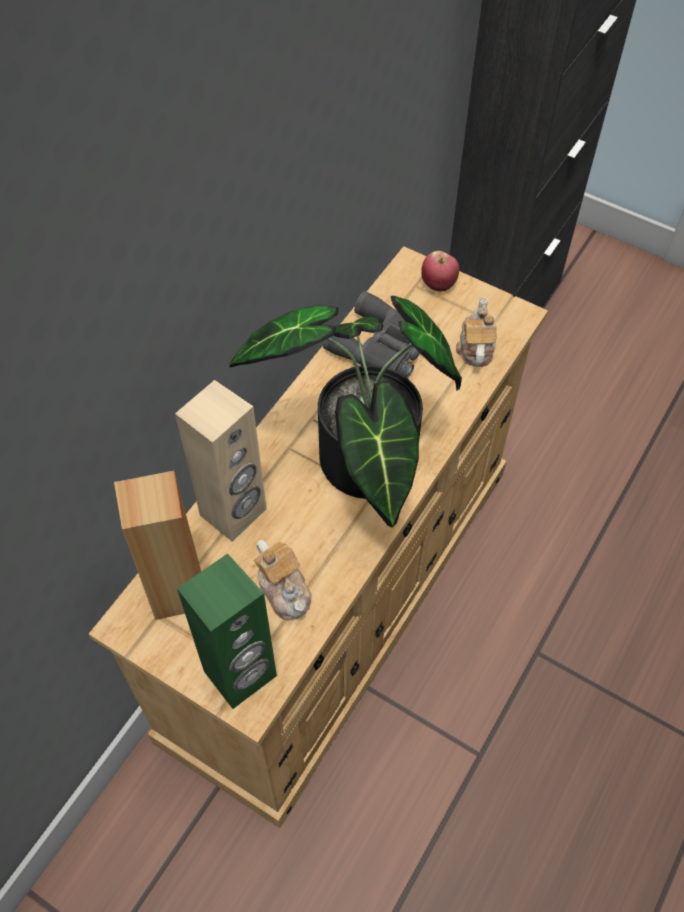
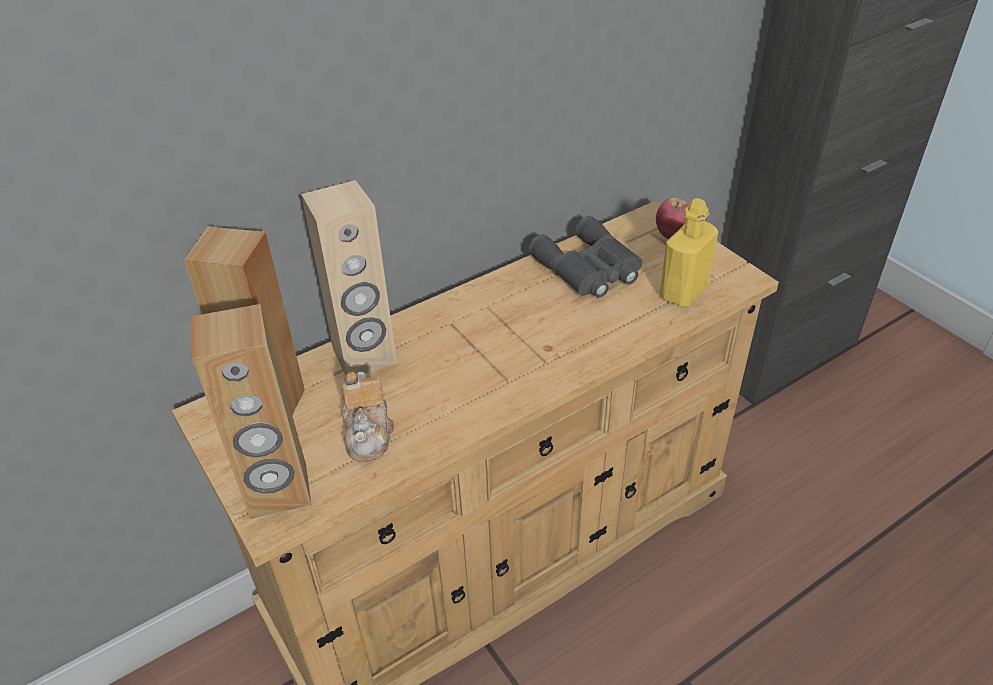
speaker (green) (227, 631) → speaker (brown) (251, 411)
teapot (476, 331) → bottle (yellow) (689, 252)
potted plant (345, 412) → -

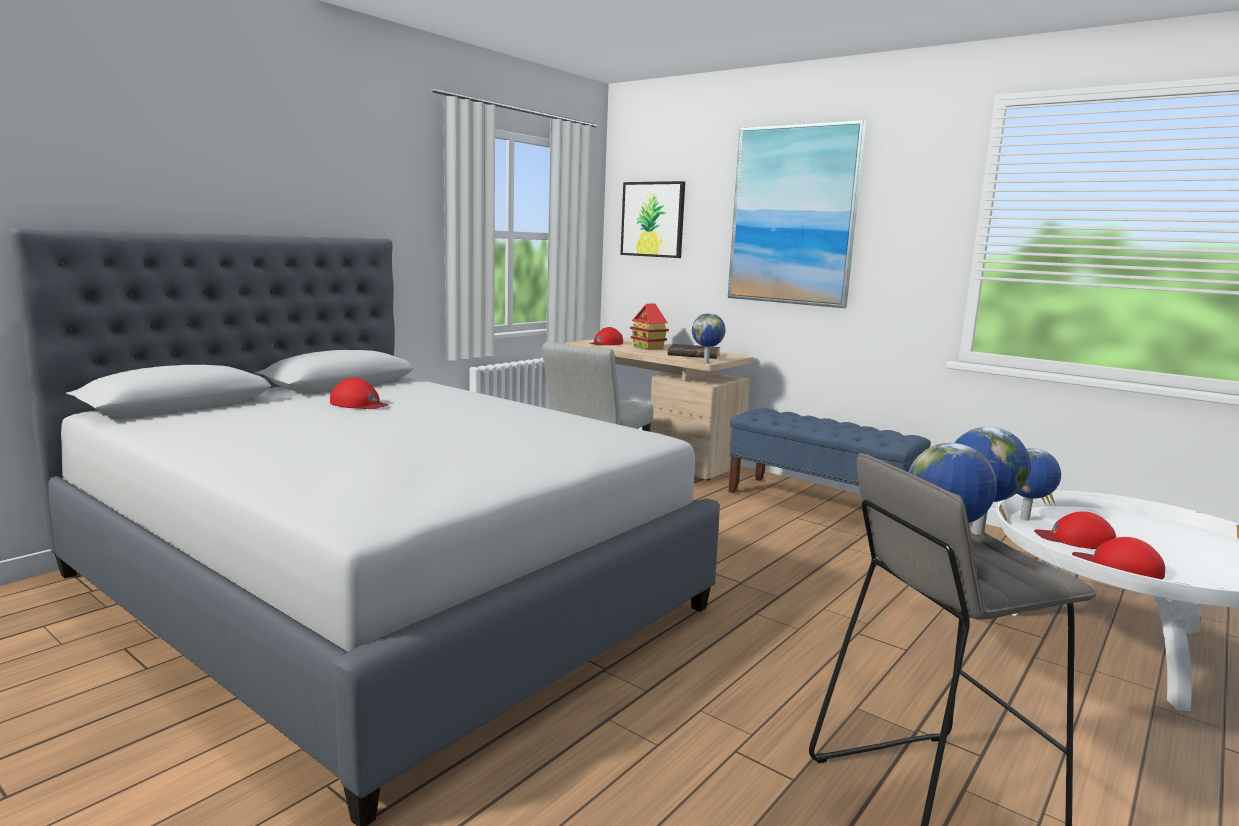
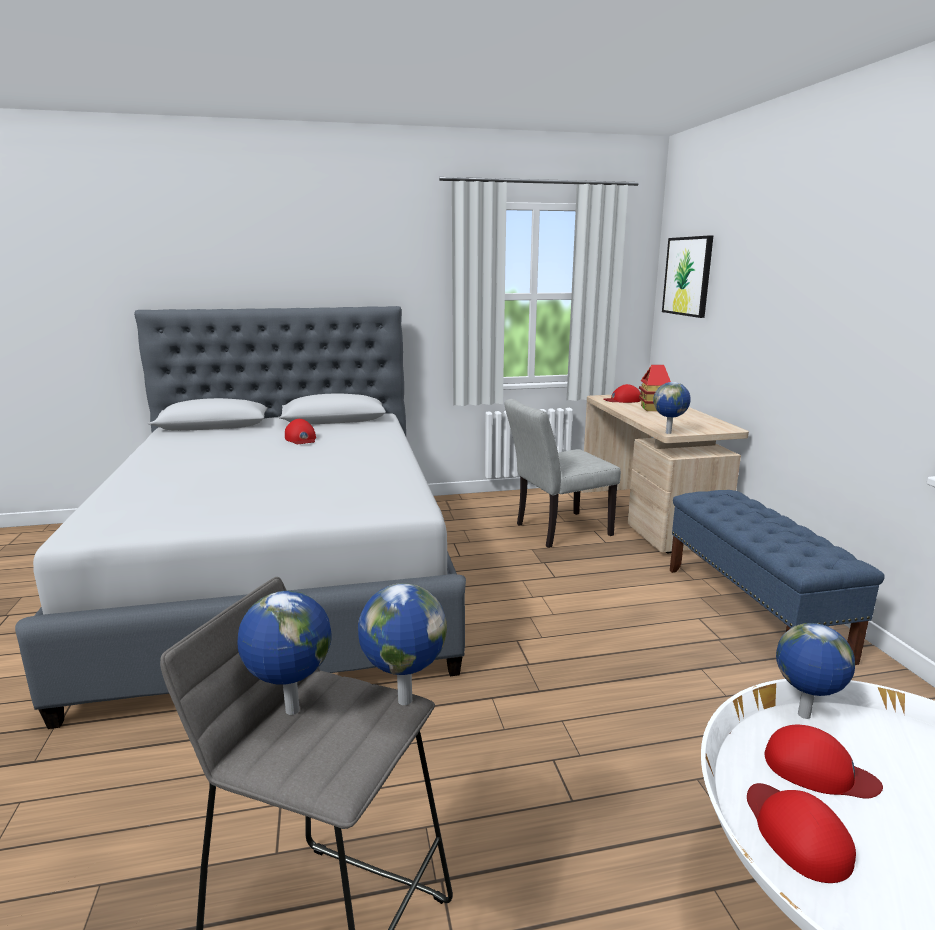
cap (red) (1075, 530) → cap (red) (824, 762), 150 degrees clockwise
book (brown) (694, 351) → -
picture (797, 214) → -

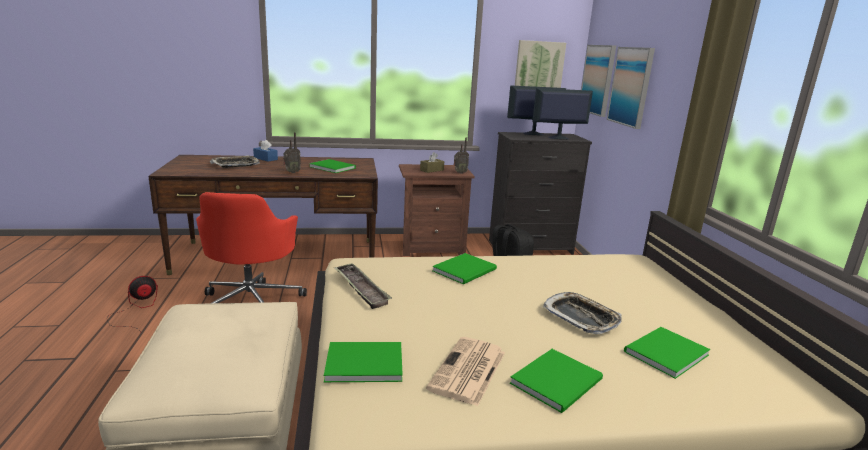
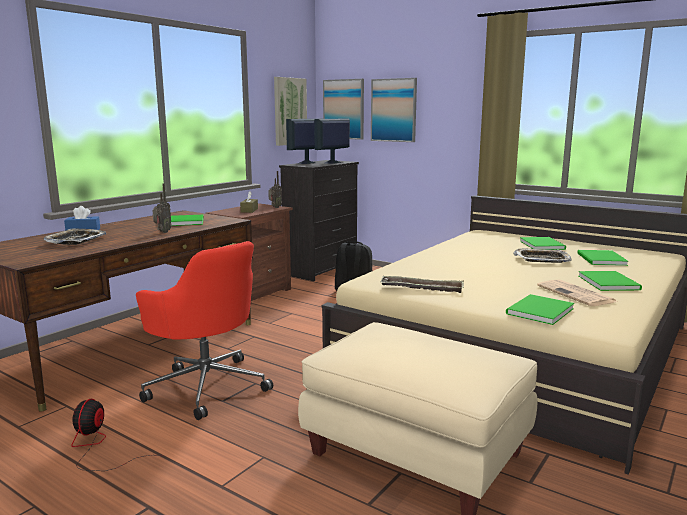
book (green) (464, 268) → book (green) (543, 243), move

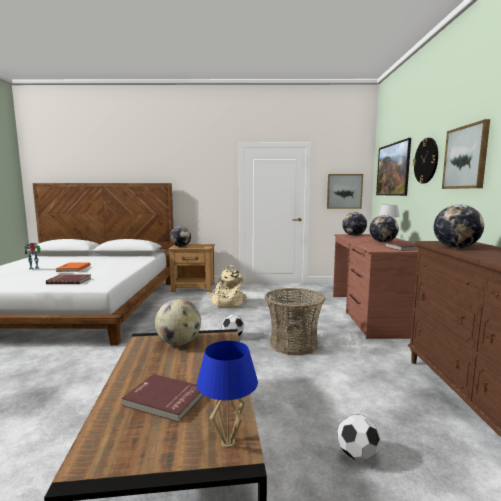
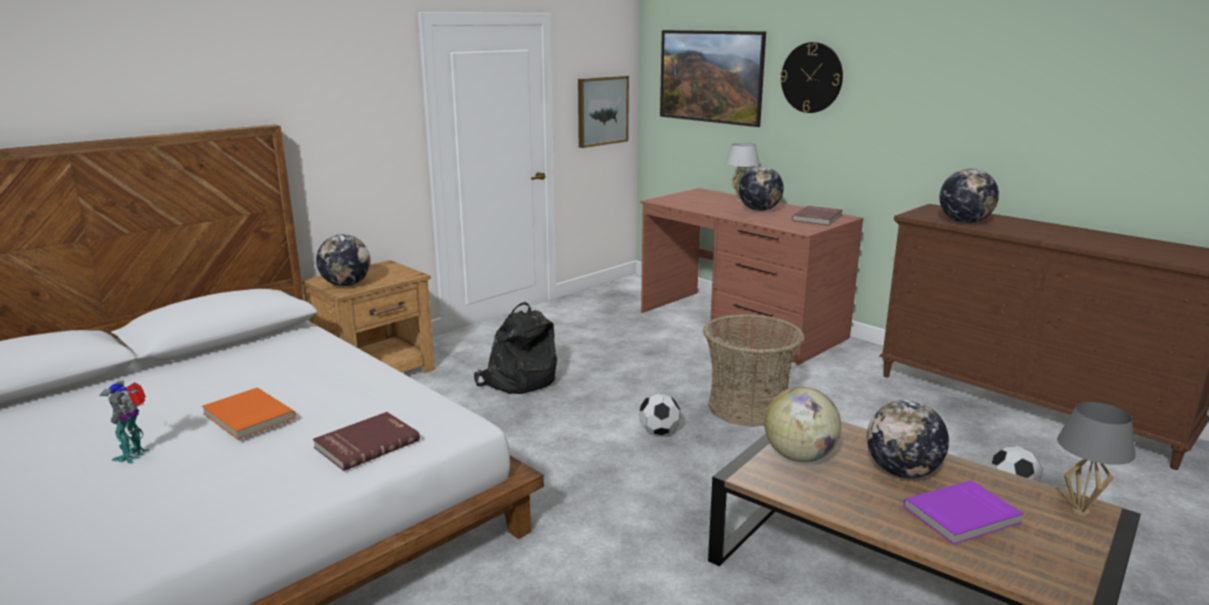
backpack (beige) (229, 286) → backpack (black) (515, 348)
globe (354, 224) → globe (908, 439), move
book (red) (162, 398) → book (purple) (963, 512)
table lamp (blue) (227, 394) → table lamp (grey) (1096, 459)
picture (466, 154) → -

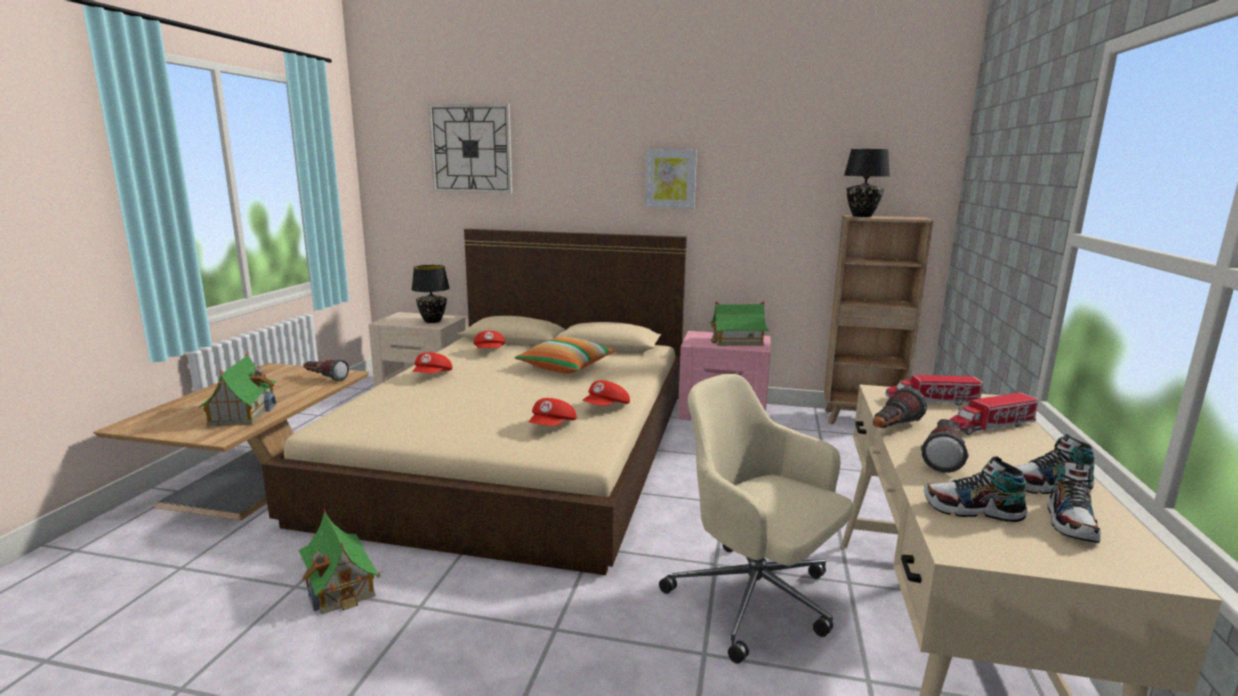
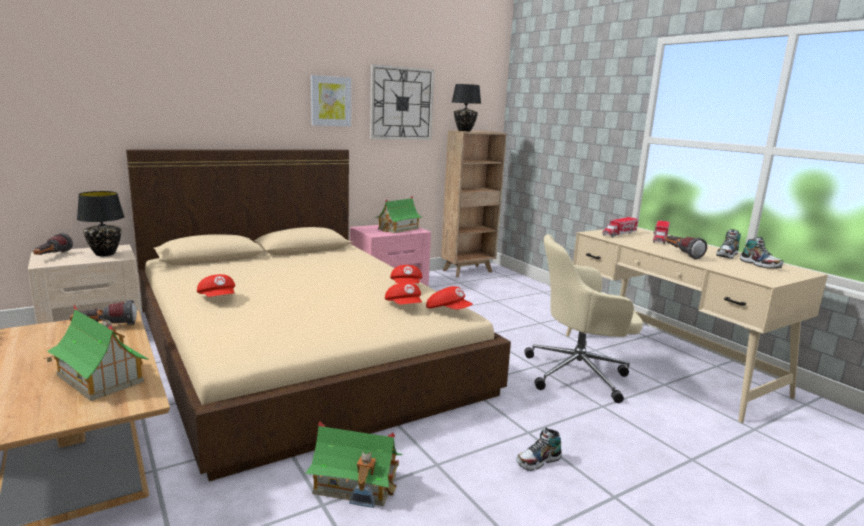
flashlight (900, 407) → flashlight (53, 244), move
wall clock (470, 149) → wall clock (402, 102), move
cap (red) (489, 339) → cap (red) (449, 298), move
shoe (975, 489) → shoe (539, 449), move
pillow (565, 355) → -

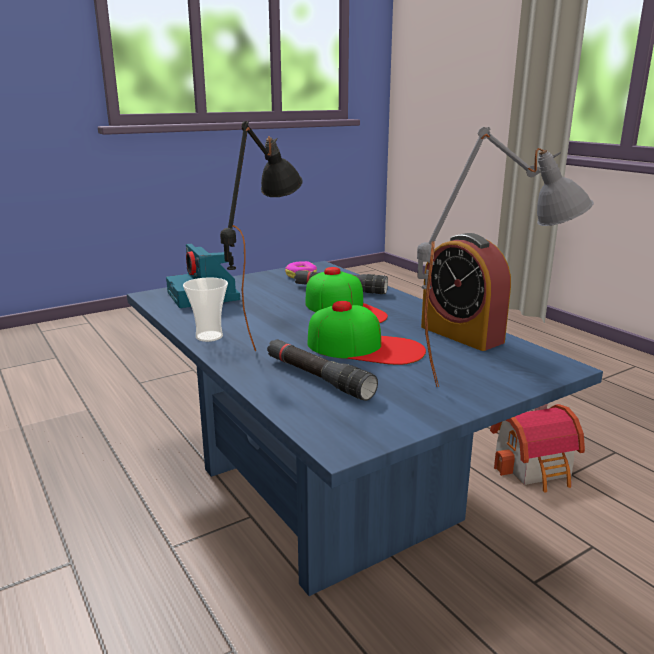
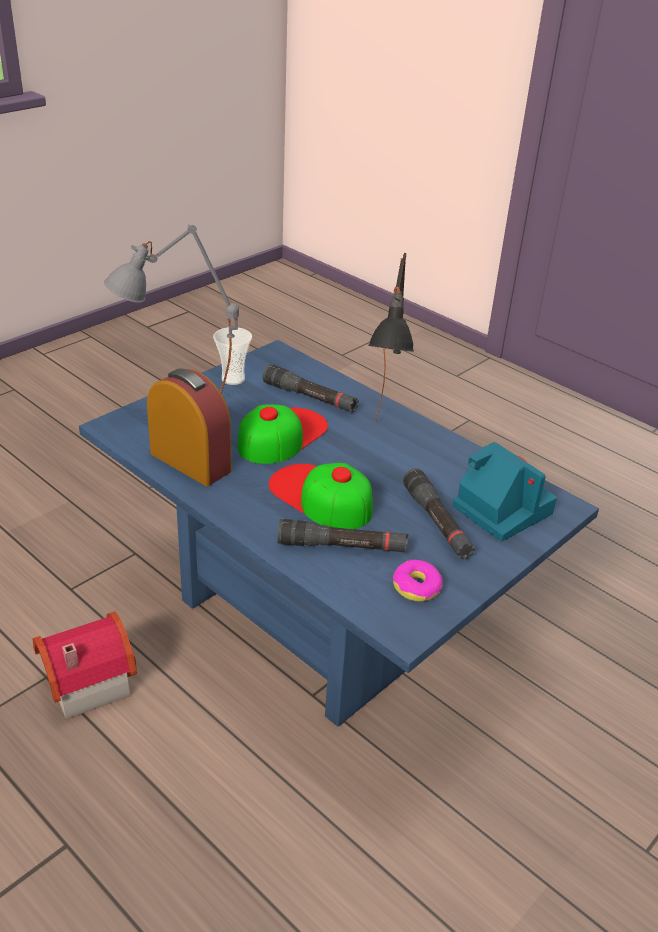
cup (205, 310) → cup (232, 356), move
cap (366, 333) → cap (283, 434), 120 degrees clockwise
- → flashlight (black) (439, 513)

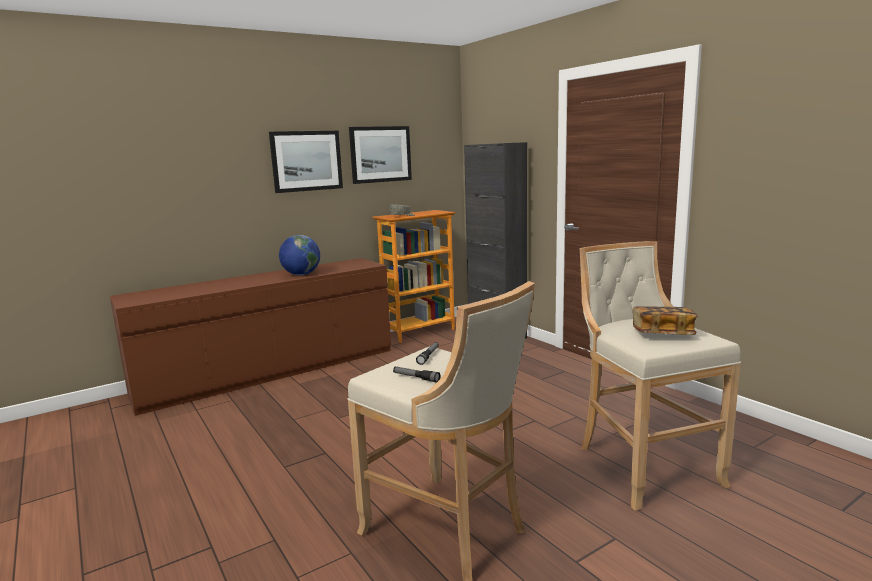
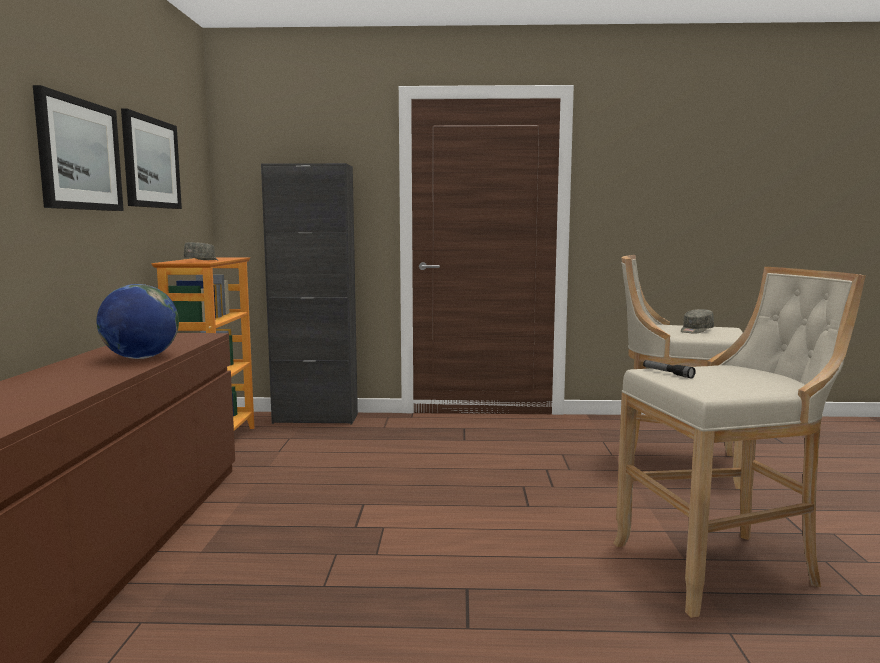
book (665, 320) → cap (grey) (697, 321)
flashlight (416, 375) → -

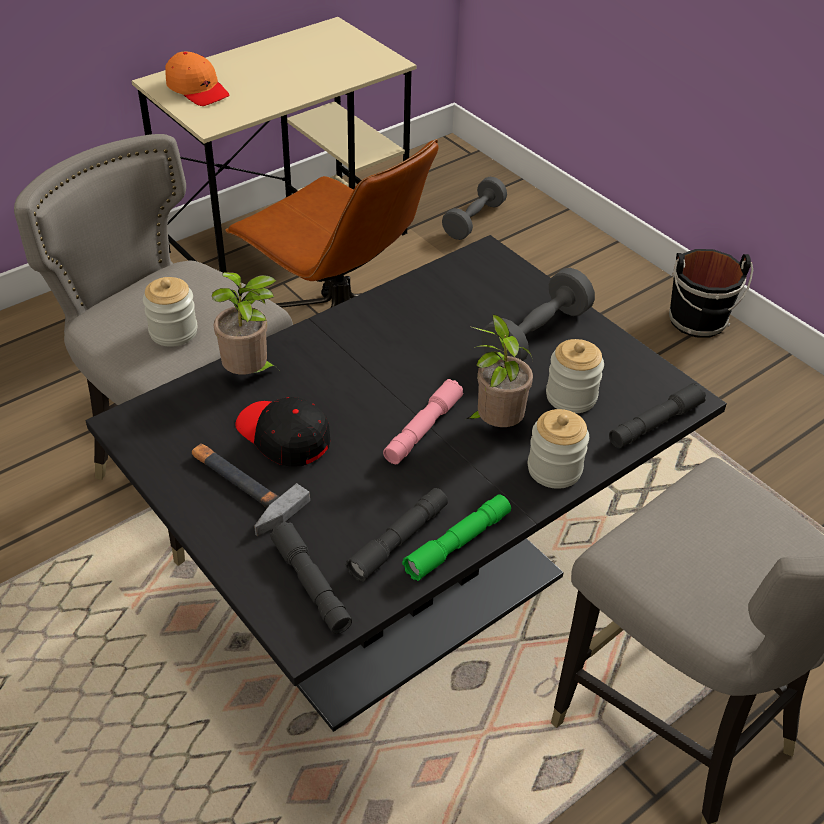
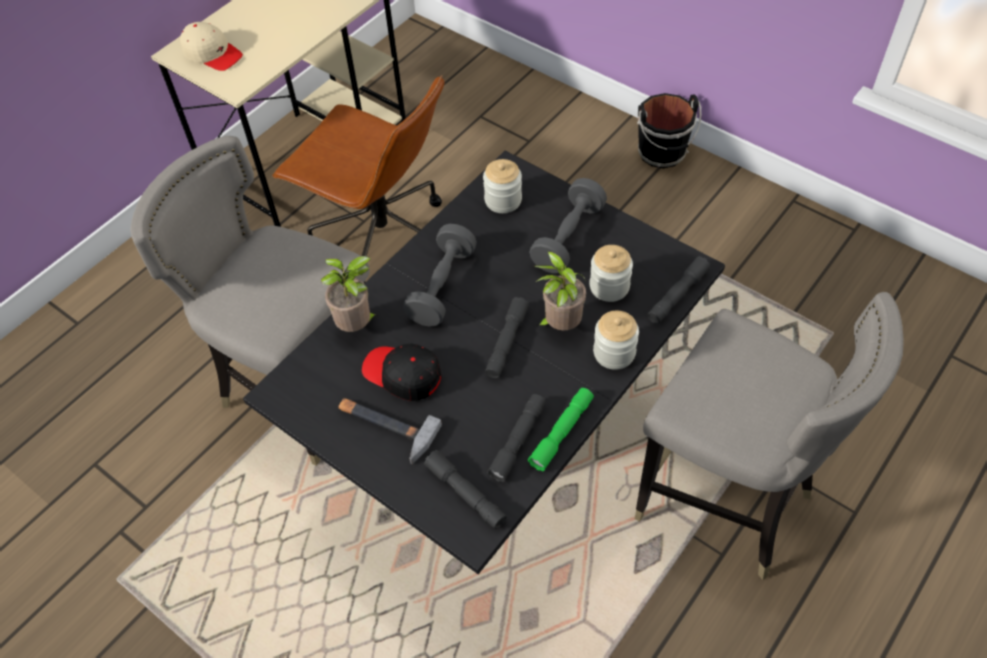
cap (orange) (197, 79) → cap (beige) (211, 46)
dumbbell (grey) (474, 208) → dumbbell (grey) (440, 275), move
jar (170, 312) → jar (502, 186), move
flashlight (pink) (423, 421) → flashlight (grey) (507, 338)

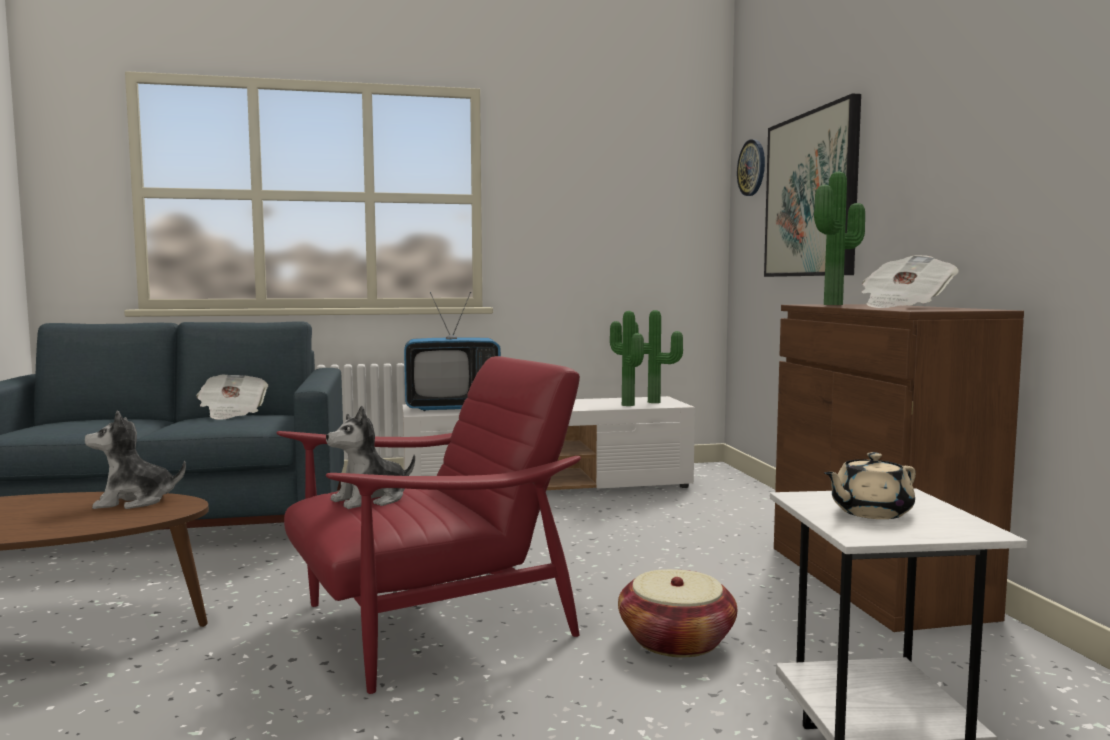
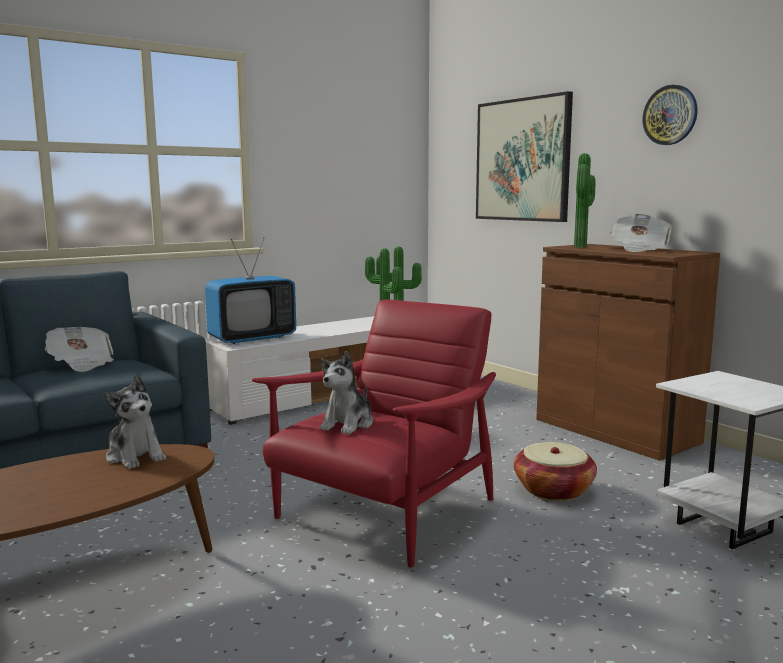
plush toy (135, 459) → plush toy (135, 422), 90 degrees counterclockwise
wall clock (751, 167) → wall clock (670, 115), move
teapot (beige) (870, 485) → -

